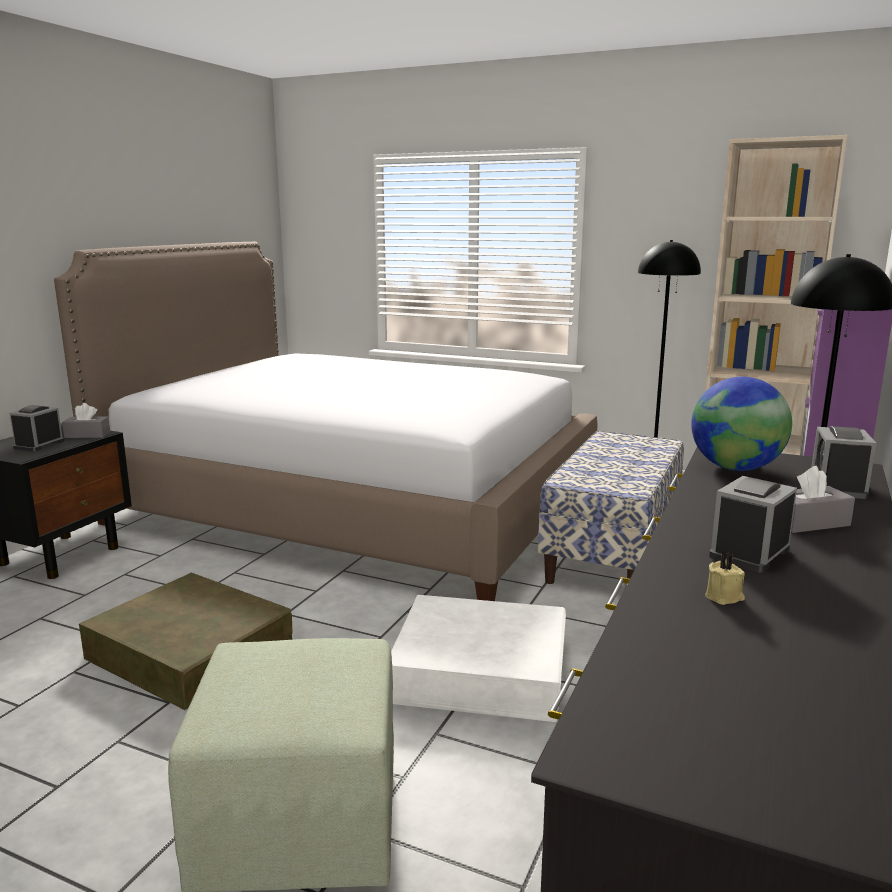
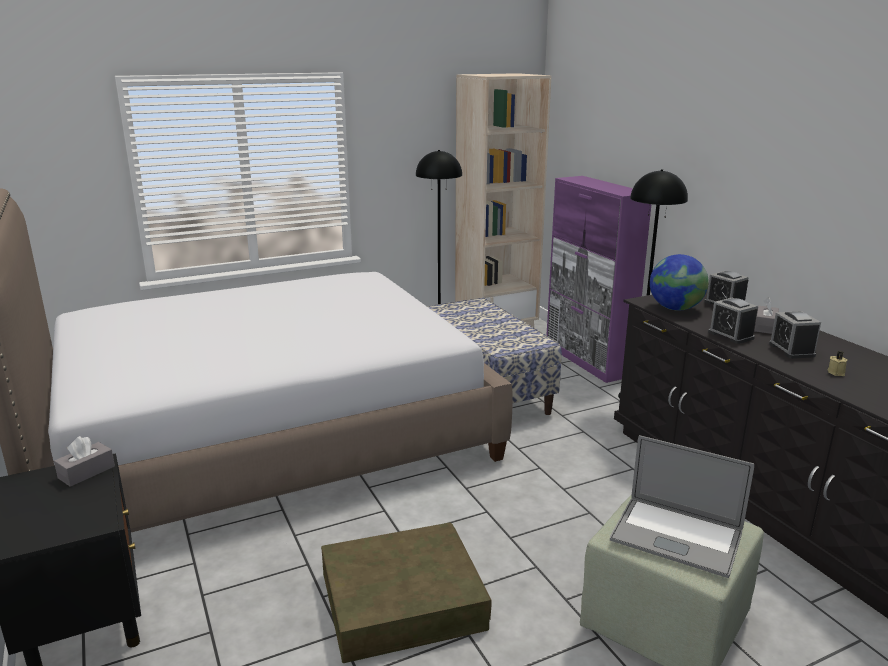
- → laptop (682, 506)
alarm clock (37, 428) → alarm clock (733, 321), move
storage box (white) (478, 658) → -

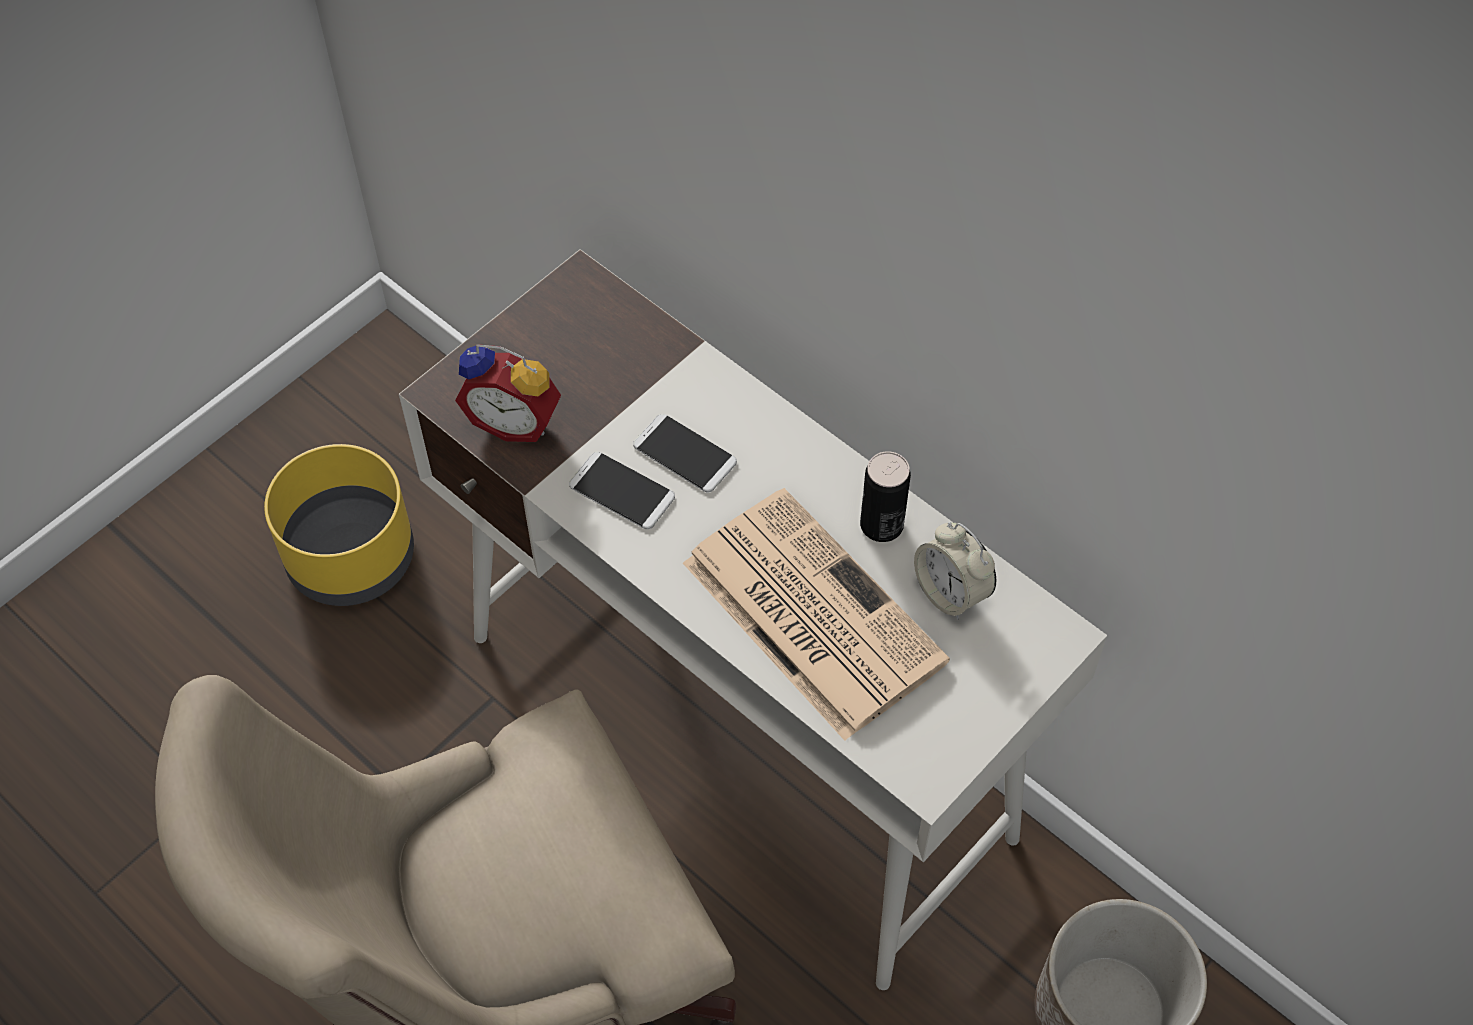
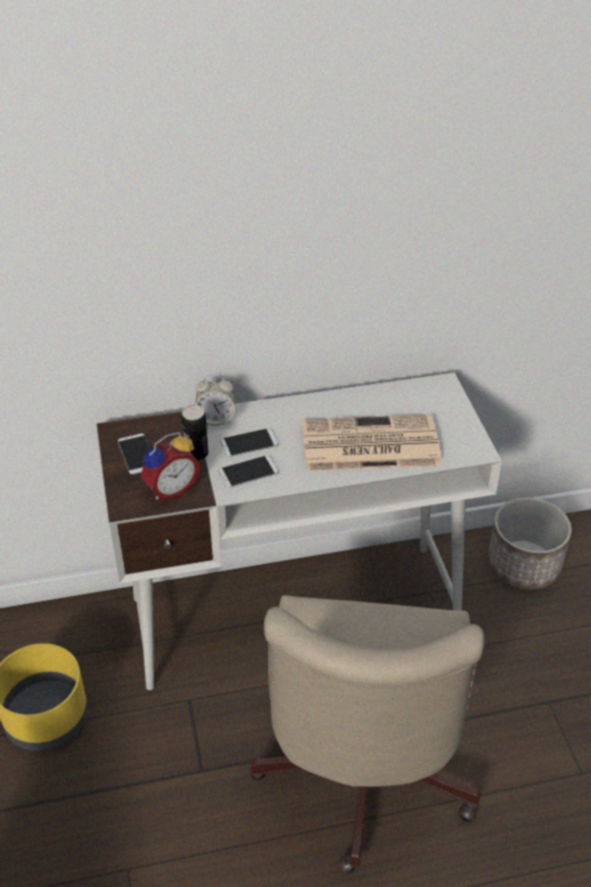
- → phone (134, 453)
can (885, 496) → can (194, 432), move
alarm clock (955, 570) → alarm clock (215, 400), move

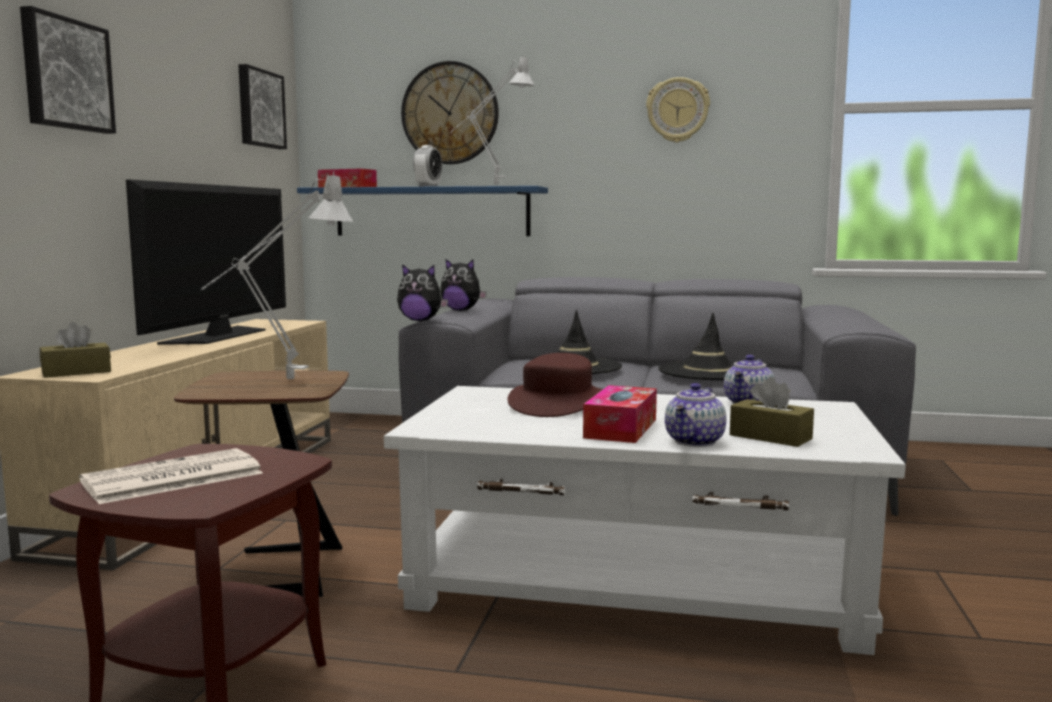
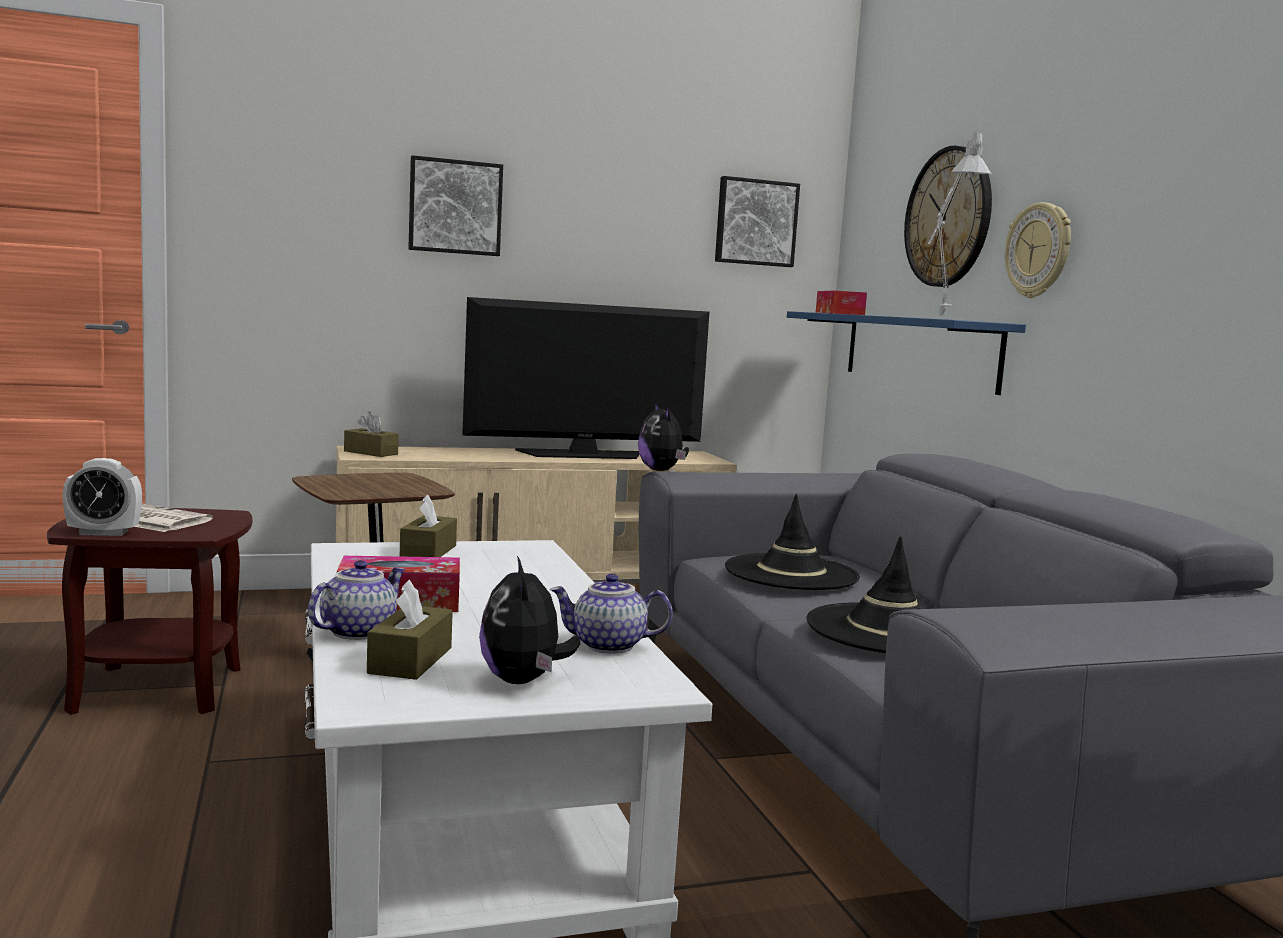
alarm clock (427, 166) → alarm clock (102, 497), move
teapot (695, 415) → teapot (357, 600), 120 degrees clockwise
- → tissue box (brown) (428, 526)
plush toy (463, 285) → plush toy (529, 620), move
wall clock (678, 110) → wall clock (1038, 250), move
table lamp (grey) (277, 275) → -
hat (brown) (555, 385) → -

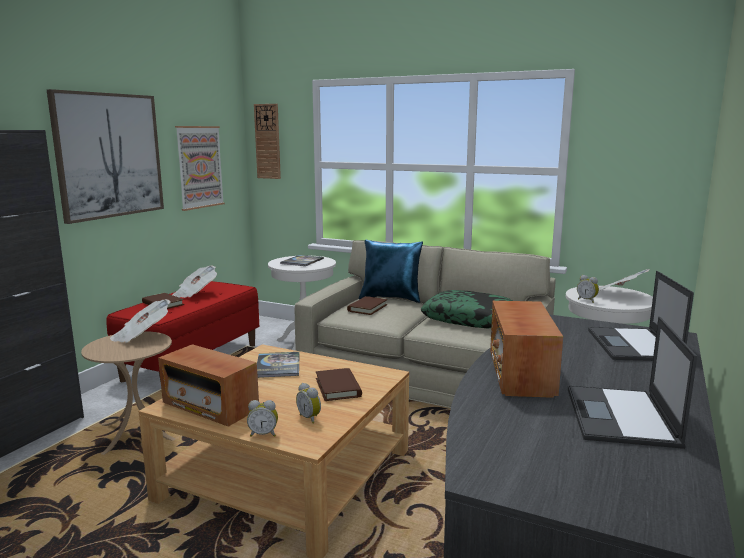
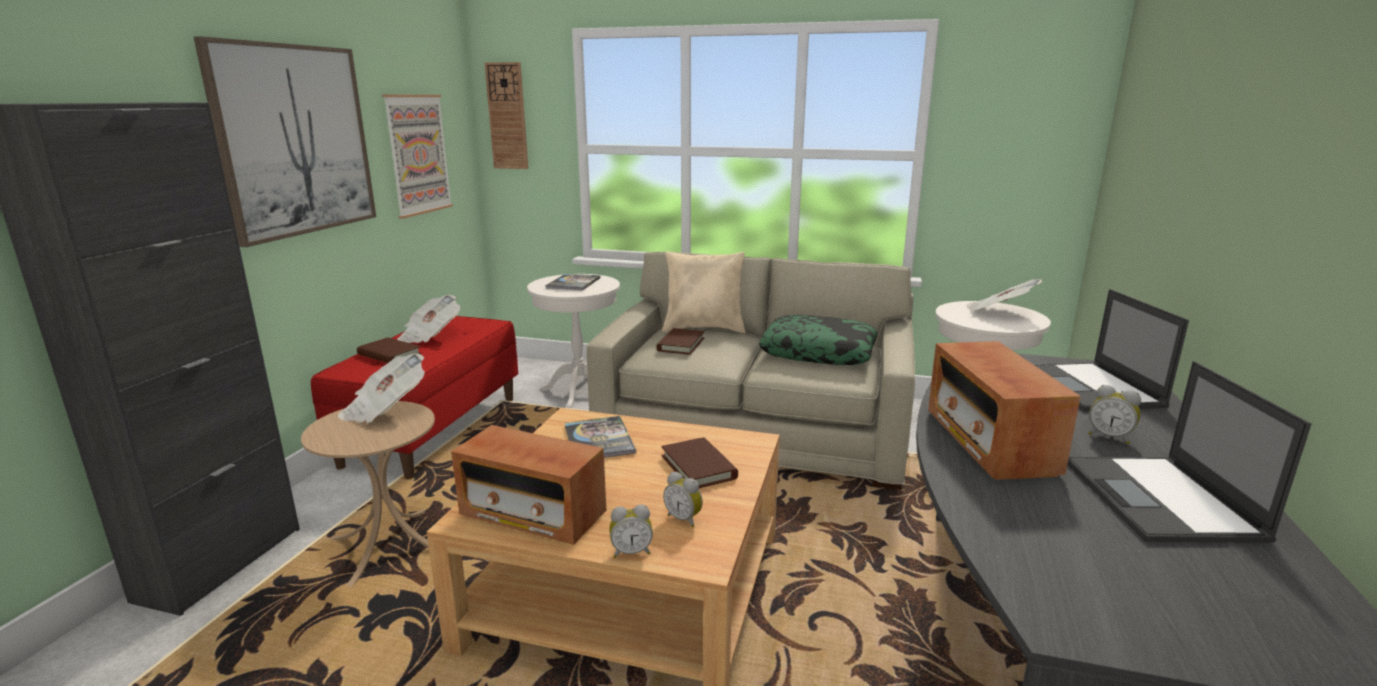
pillow (blue) (391, 271) → pillow (beige) (703, 292)
alarm clock (588, 289) → alarm clock (1114, 415), move

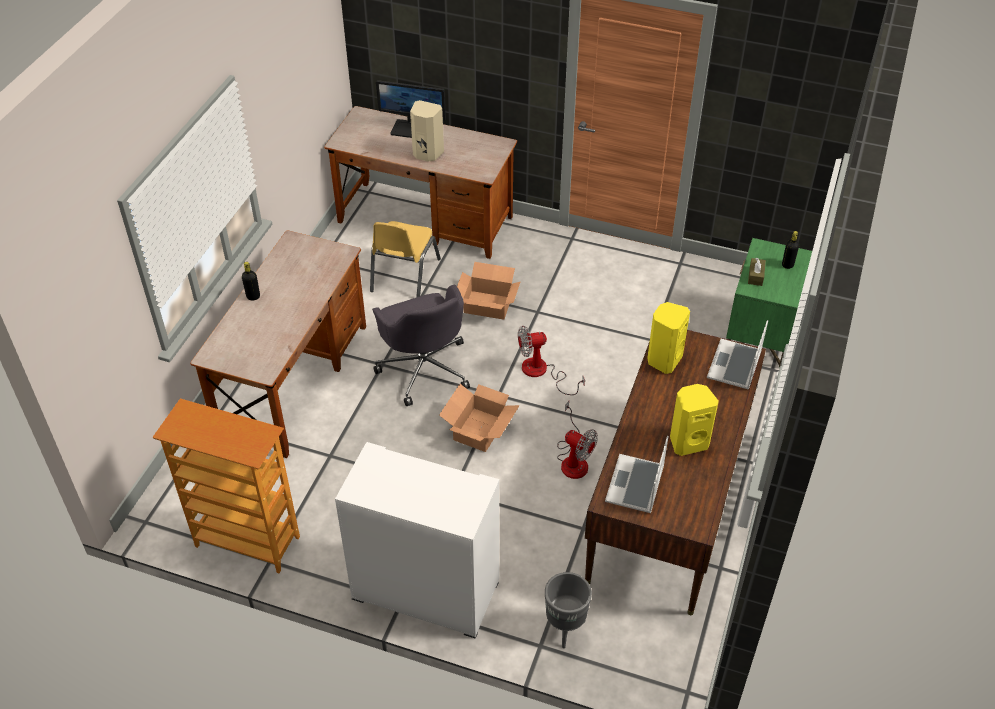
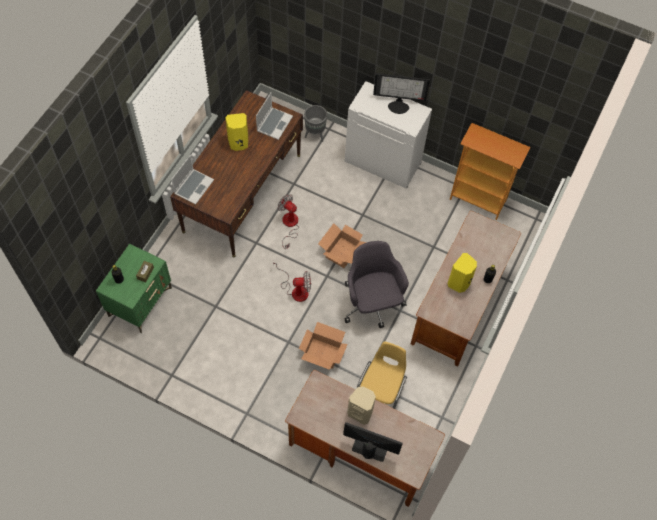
- → monitor (401, 93)
speaker (yellow) (668, 338) → speaker (yellow) (462, 273), move

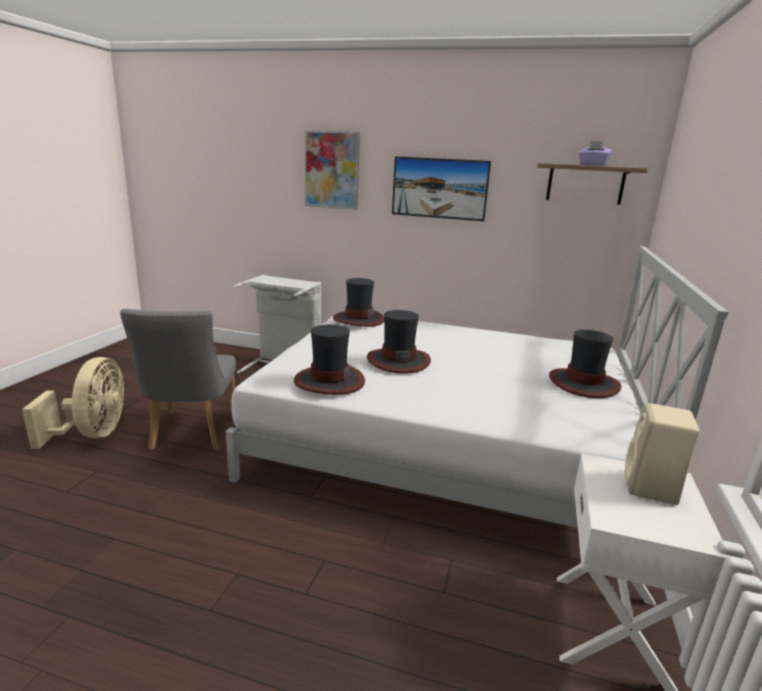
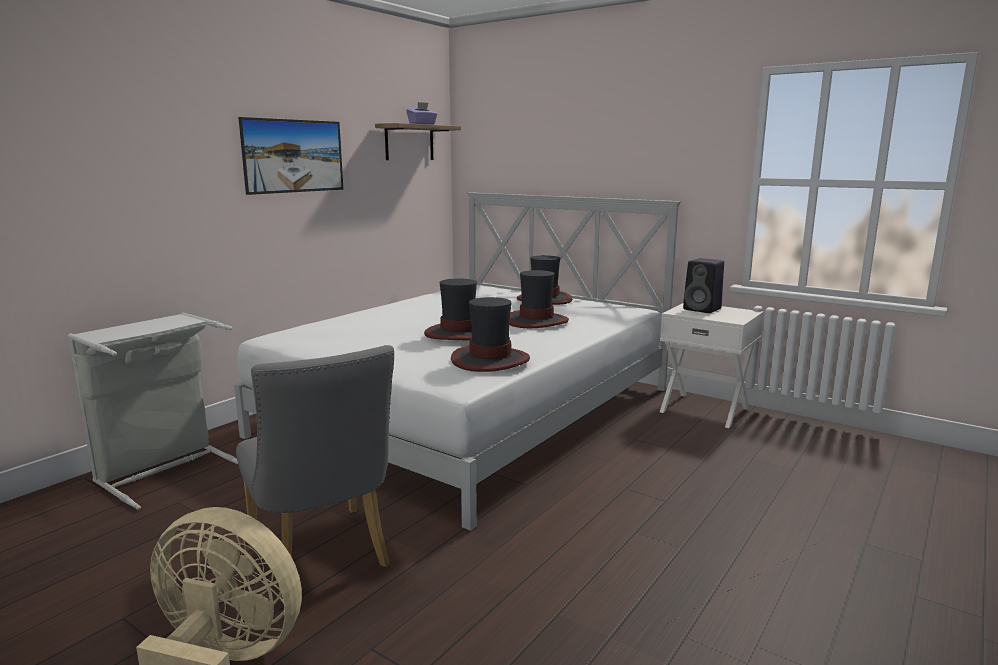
chair (grey) (178, 379) → chair (grey) (315, 472), 45 degrees clockwise
hat (358, 302) → hat (539, 299), move
speaker (beige) (662, 454) → speaker (black) (703, 285)
picture (332, 170) → -

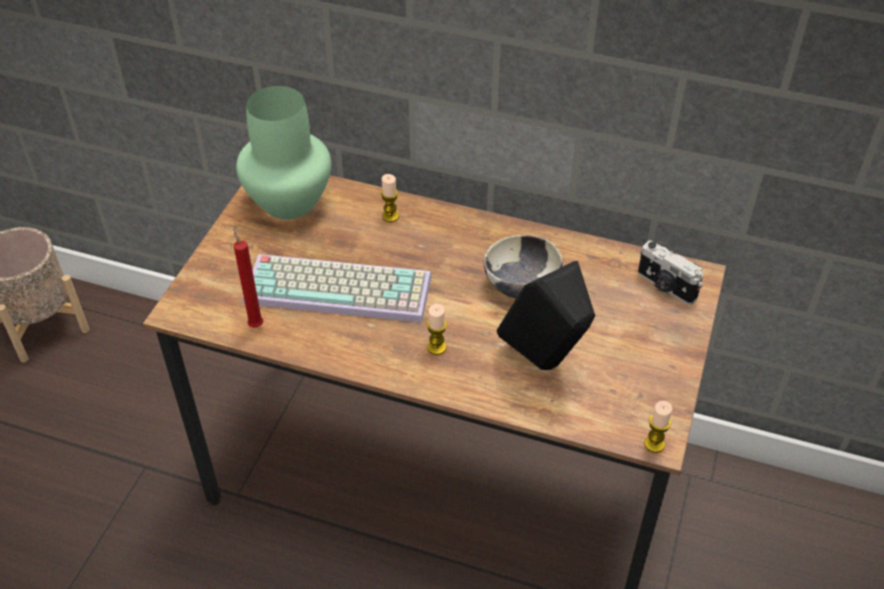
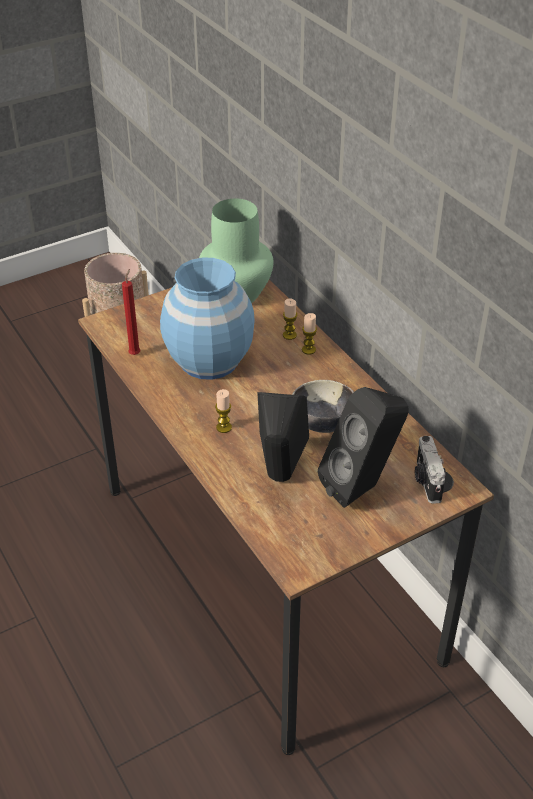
keyboard (337, 288) → vase (blue) (207, 318)
candle (658, 427) → candle (309, 334), move
- → speaker (black) (363, 447)

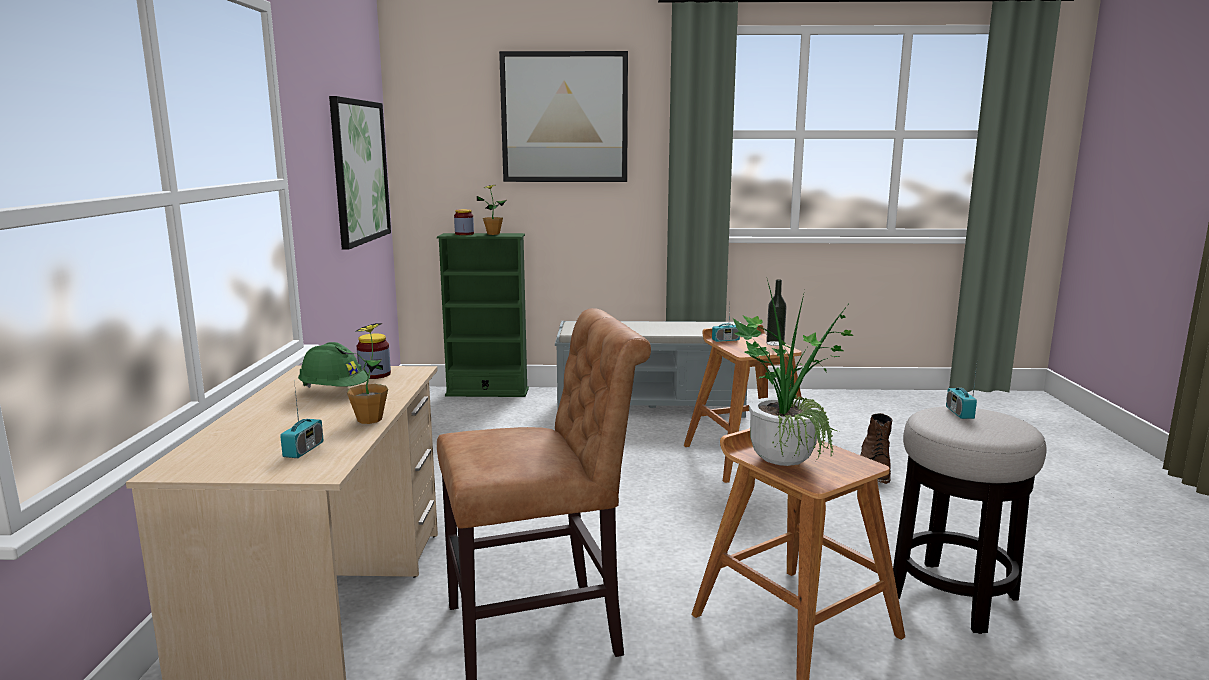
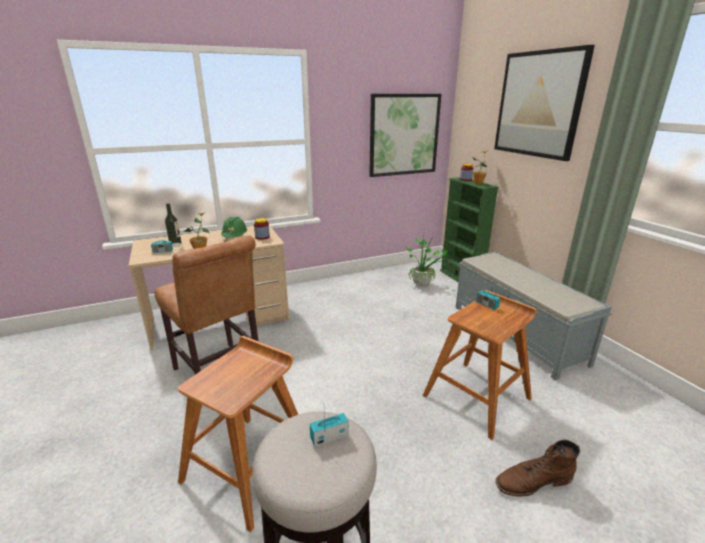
bottle (776, 312) → bottle (173, 225), move
potted plant (793, 373) → potted plant (433, 261), move

